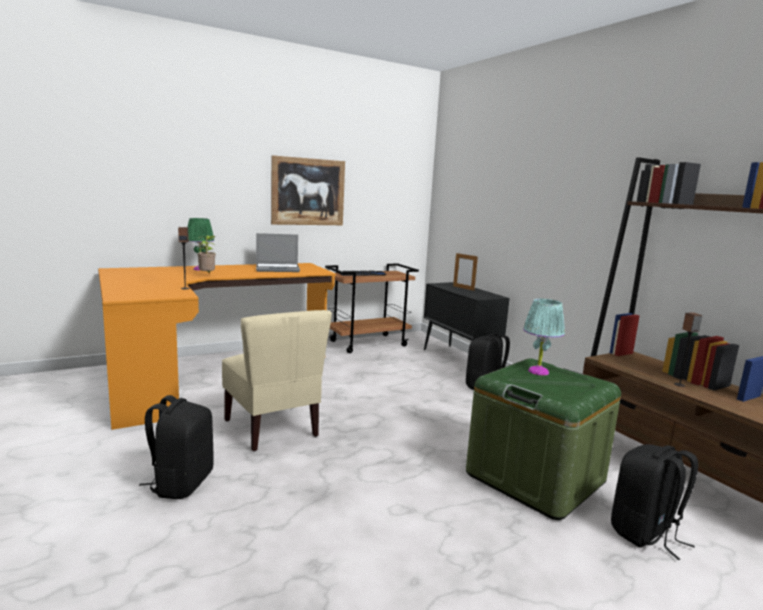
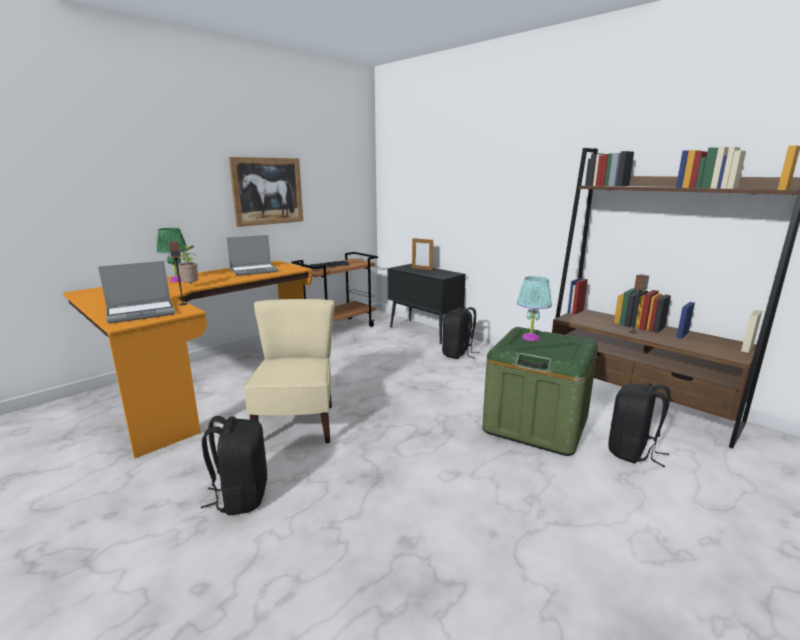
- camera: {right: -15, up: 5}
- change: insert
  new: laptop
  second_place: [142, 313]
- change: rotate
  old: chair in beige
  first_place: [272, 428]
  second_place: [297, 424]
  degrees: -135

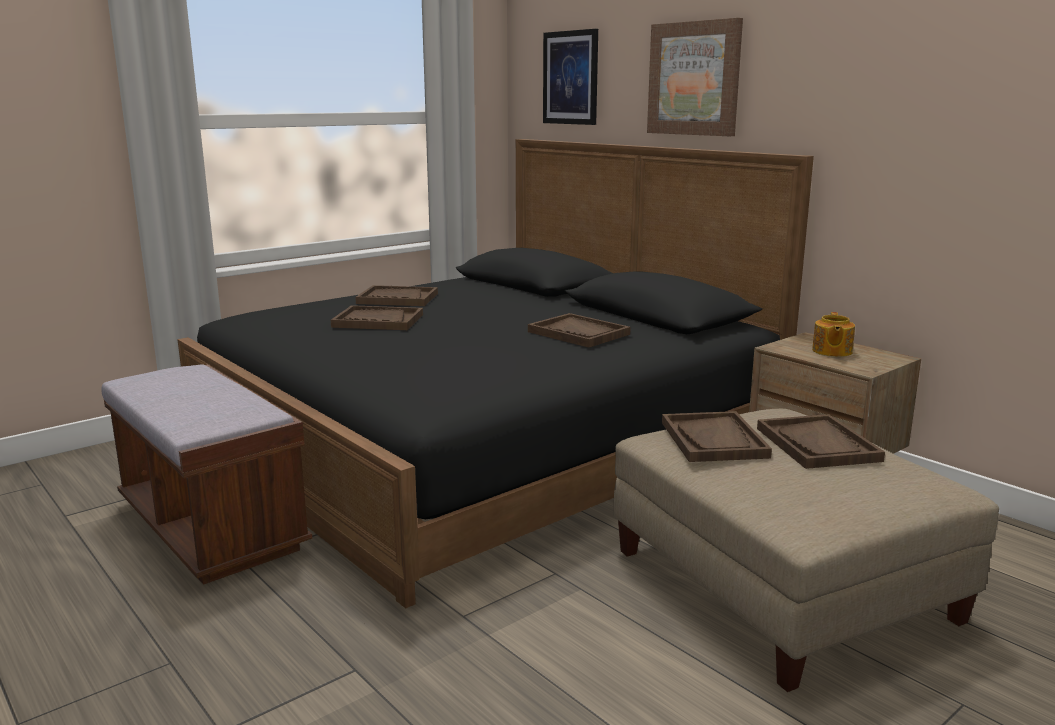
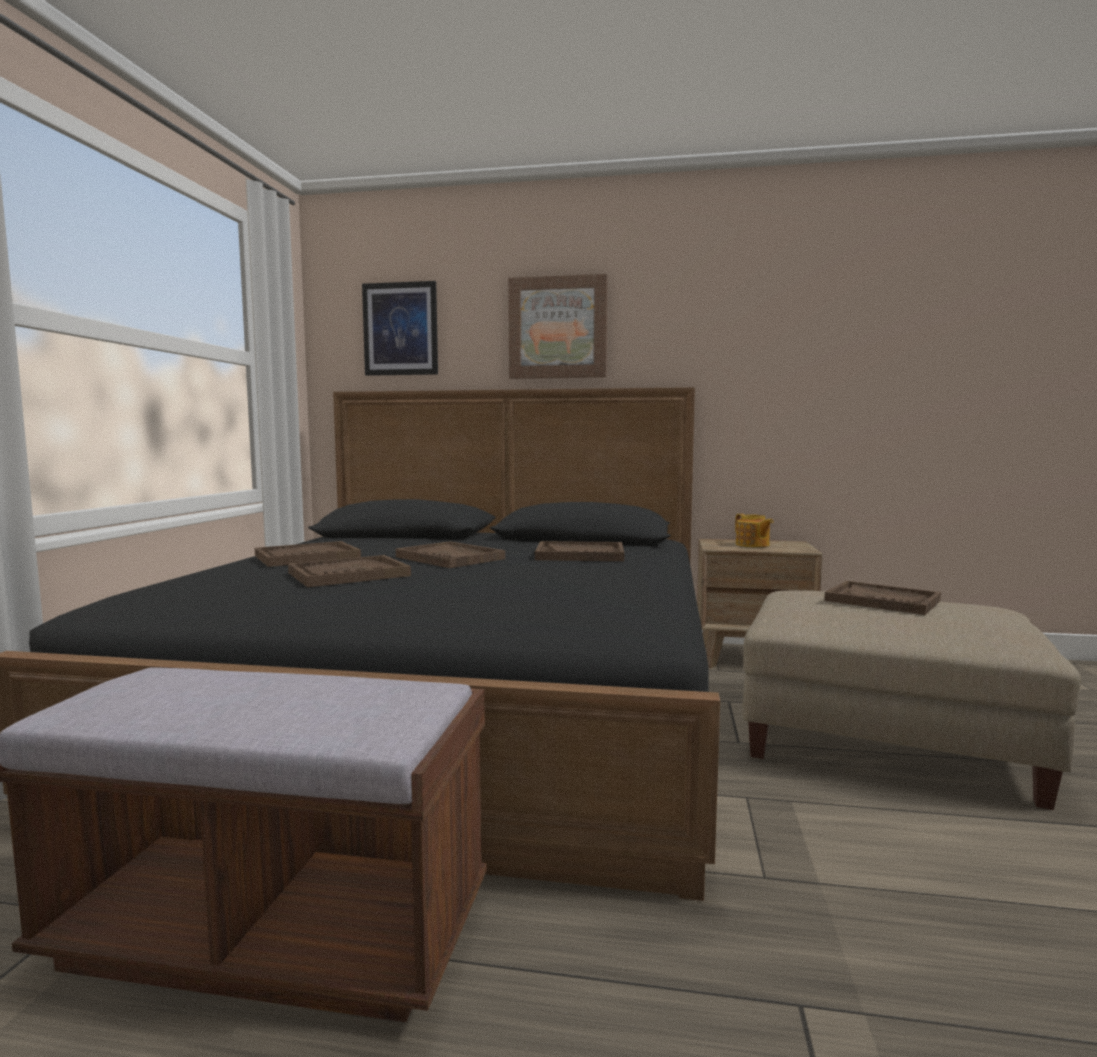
- camera: {right: -40, up: -10}
- change: move
  old: tray in brown
  first_place: [714, 440]
  second_place: [450, 558]

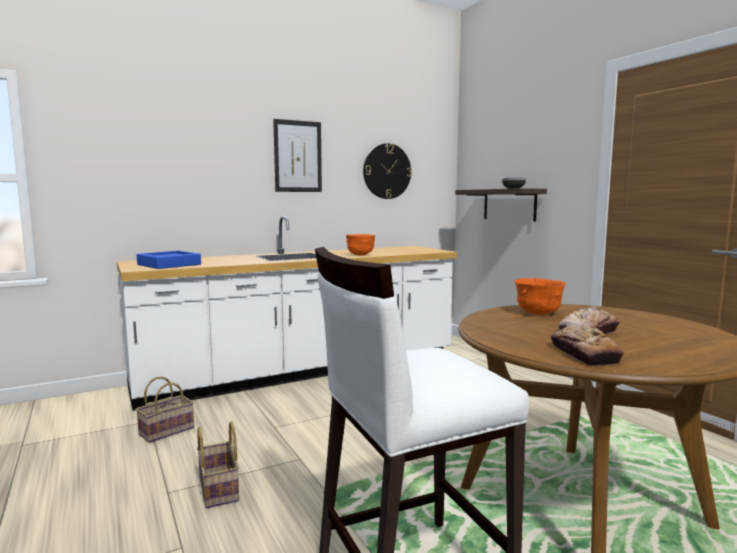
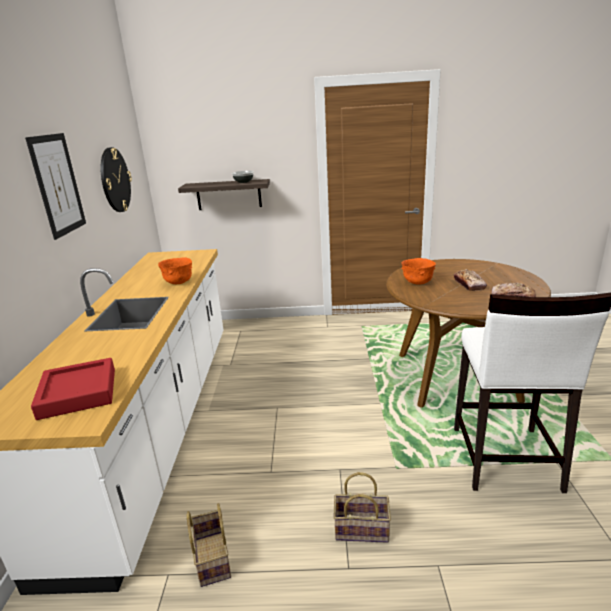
- camera: {right: -60, up: 15}
- change: recolor
  old: tray in blue
  new: tray in red
  first_place: [169, 264]
  second_place: [78, 393]

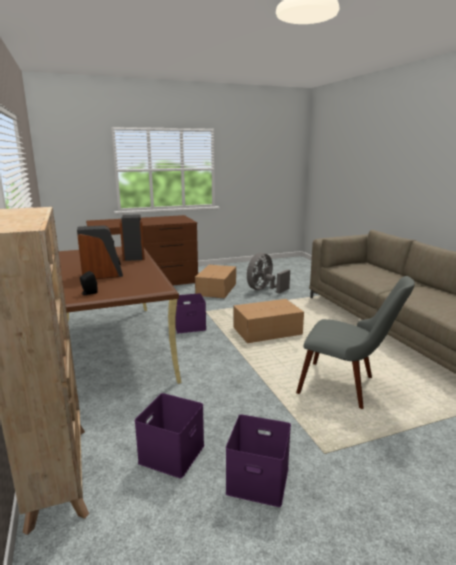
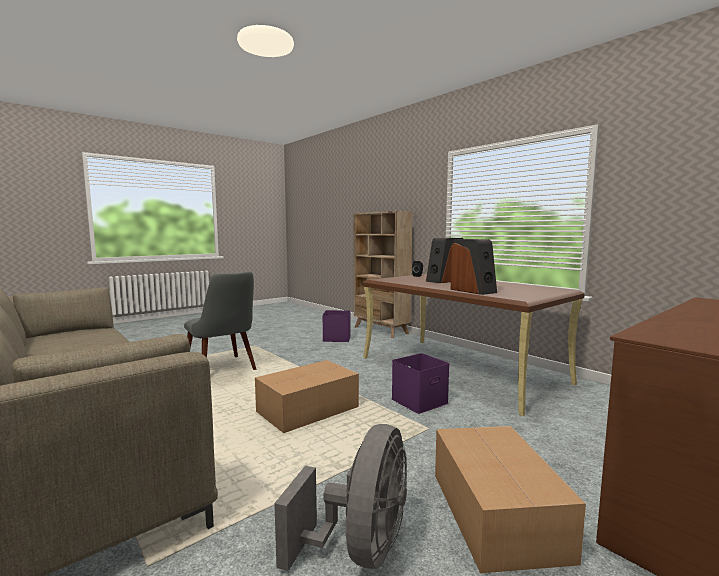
- camera: {right: 160, up: -10}
- change: rotate
  old: chair in grey
  first_place: [347, 387]
  second_place: [224, 371]
  degrees: -135
- change: delete
  old: storage box in purple
  first_place: [256, 480]

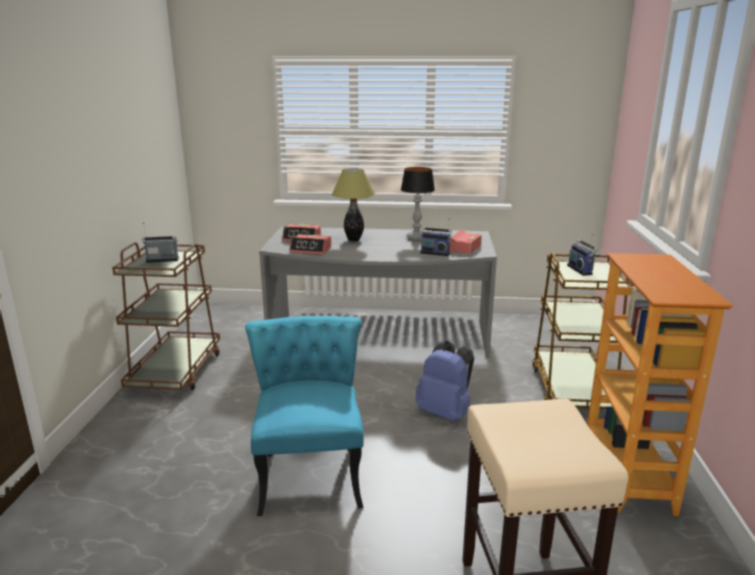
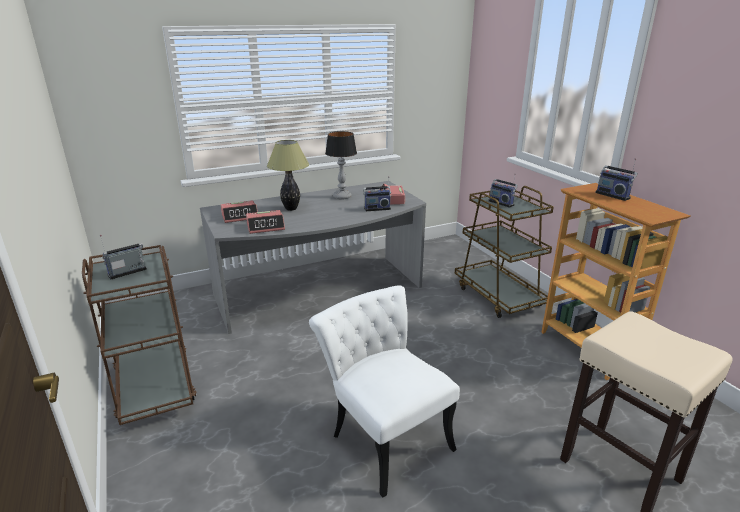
- camera: {right: -30, up: 5}
- change: recolor
  old: chair in turquoise
  new: chair in white
  first_place: [310, 470]
  second_place: [384, 435]
- change: insert
  new: radio
  second_place: [613, 195]
- change: delete
  old: backpack in blue
  first_place: [445, 413]

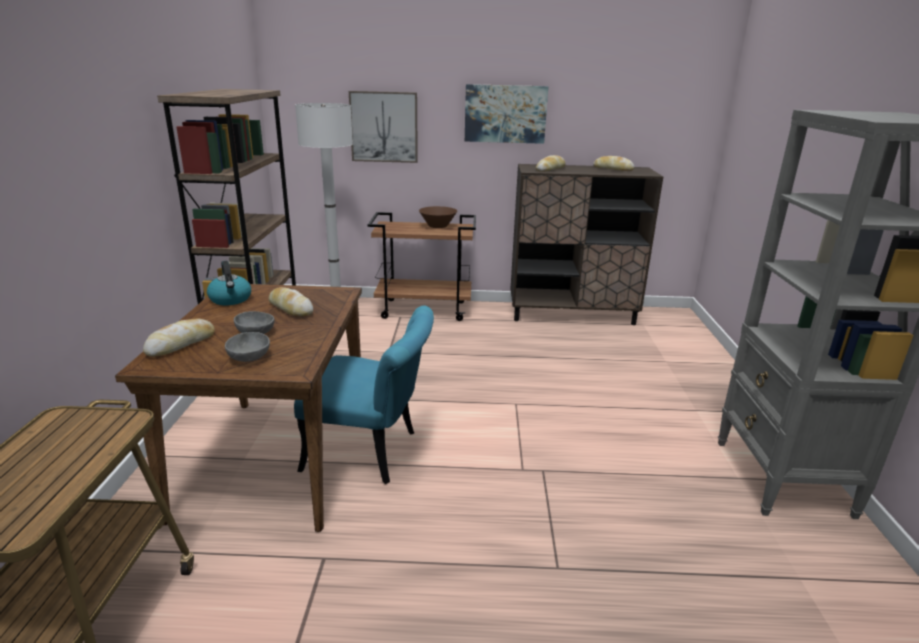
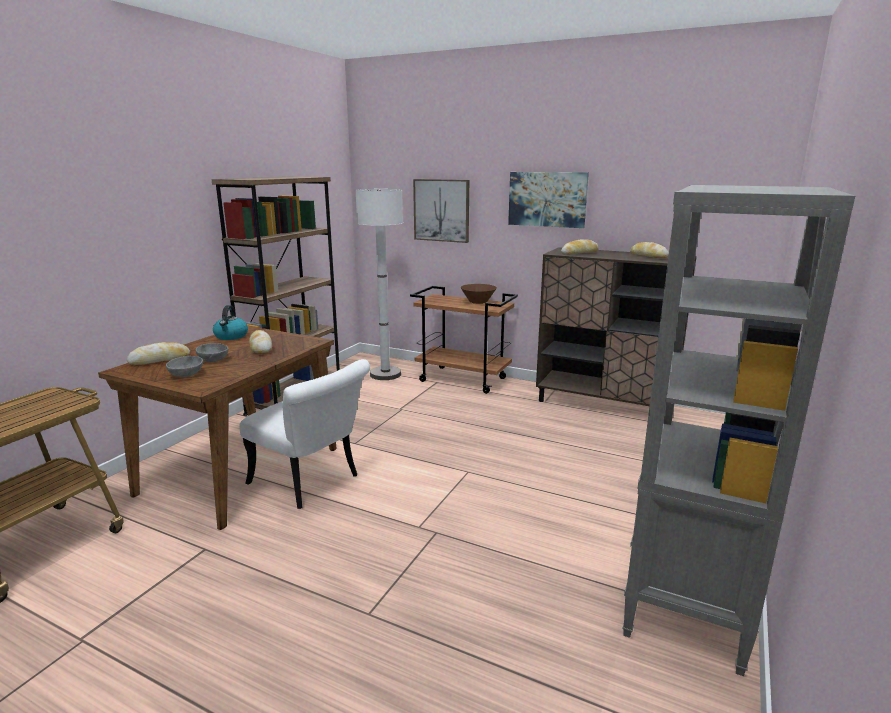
- camera: {right: 25, up: -5}
- change: recolor
  old: chair in turquoise
  new: chair in white
  first_place: [372, 452]
  second_place: [311, 483]

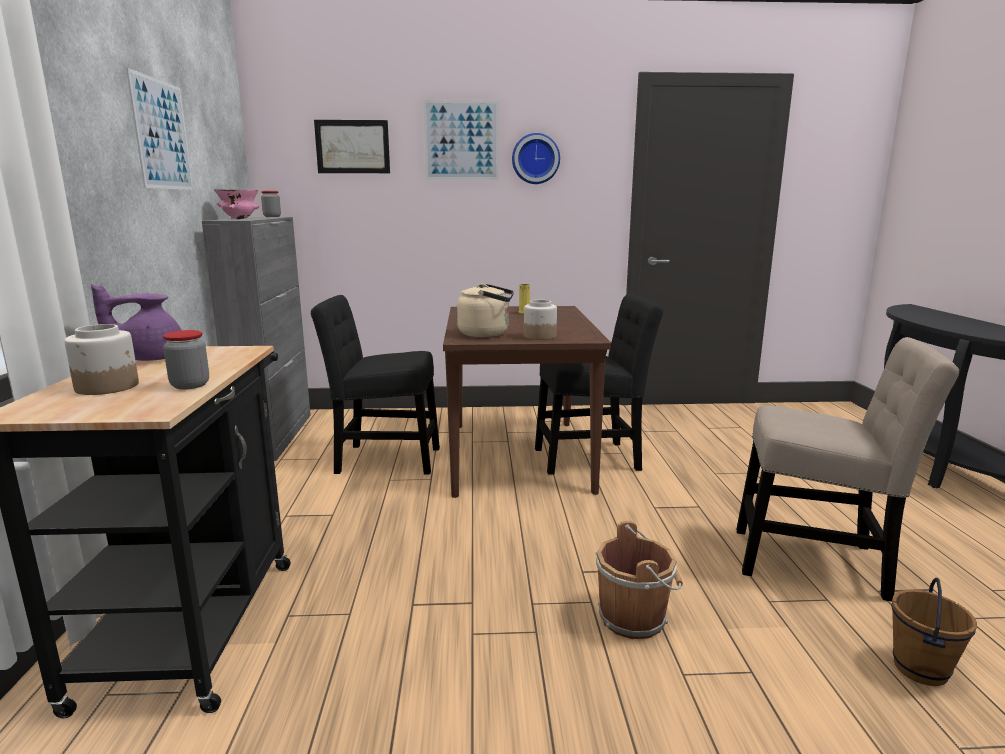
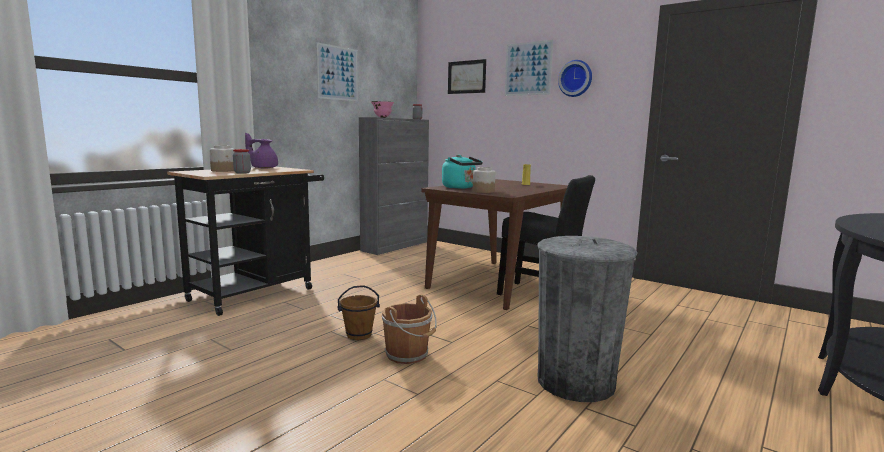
- camera: {right: 40, up: -5}
- change: move
  old: bucket in brown
  first_place: [921, 670]
  second_place: [359, 335]
- change: recolor
  old: kettle in beige
  new: kettle in turquoise
  first_place: [487, 334]
  second_place: [460, 187]
- change: replace
  old: chair in beige
  new: trash can in grey
  first_place: [817, 562]
  second_place: [575, 382]
- change: delete
  old: chair in black
  first_place: [383, 459]

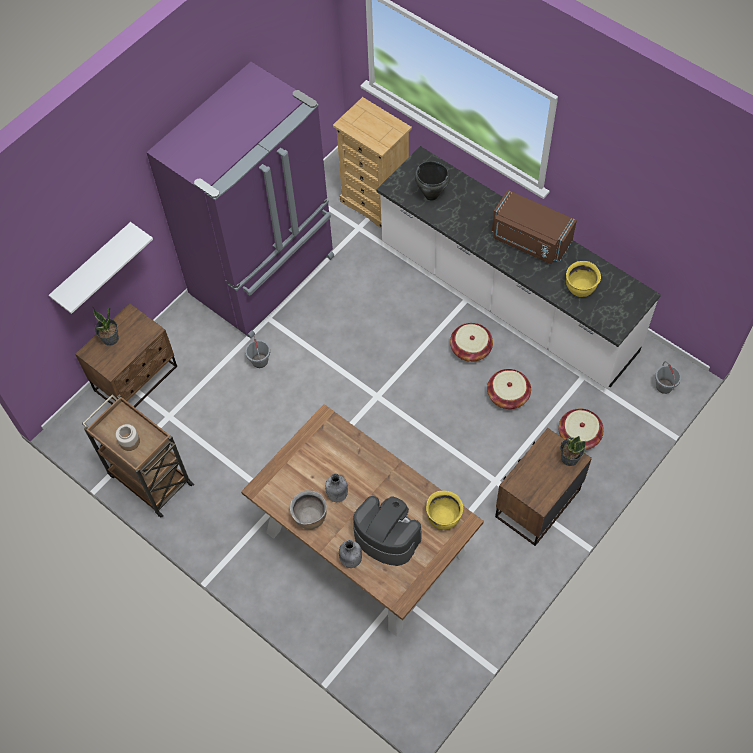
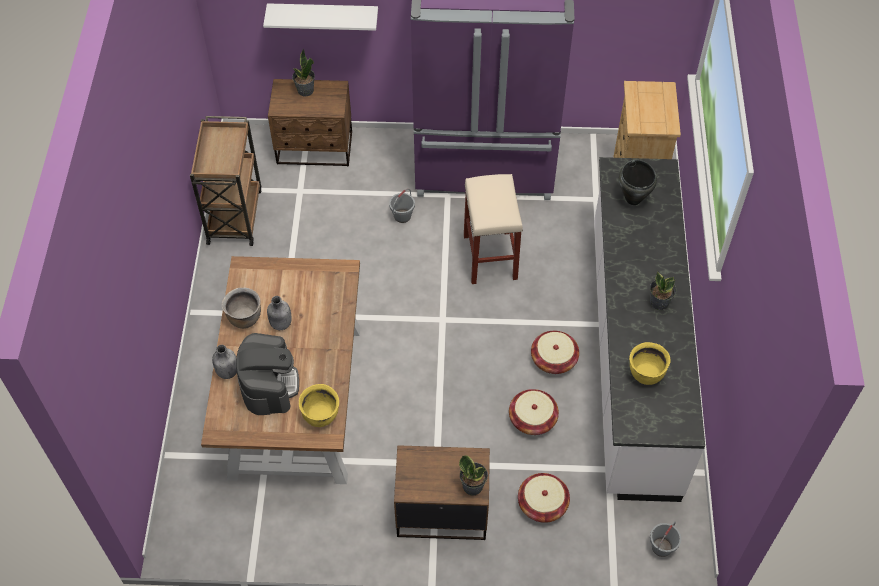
- camera: {right: 50, up: -5}
- change: insert
  new: stool in beige
  second_place: [490, 258]
- change: replace
  old: microwave in brown
  new: potted plant
  first_place: [529, 240]
  second_place: [659, 302]
- change: delete
  old: jar
  first_place: [129, 441]

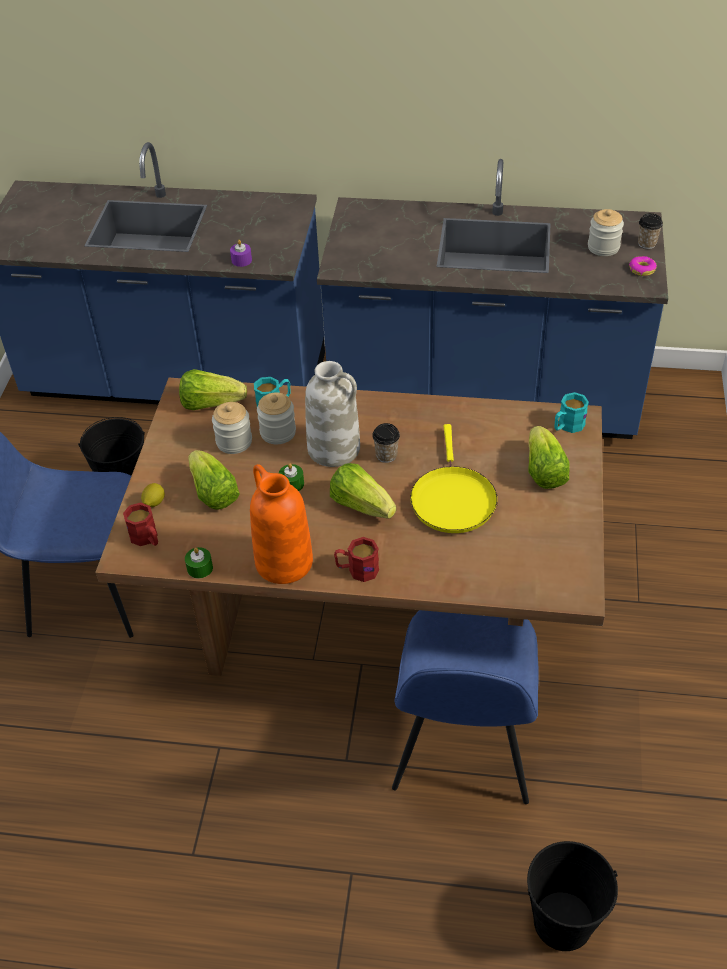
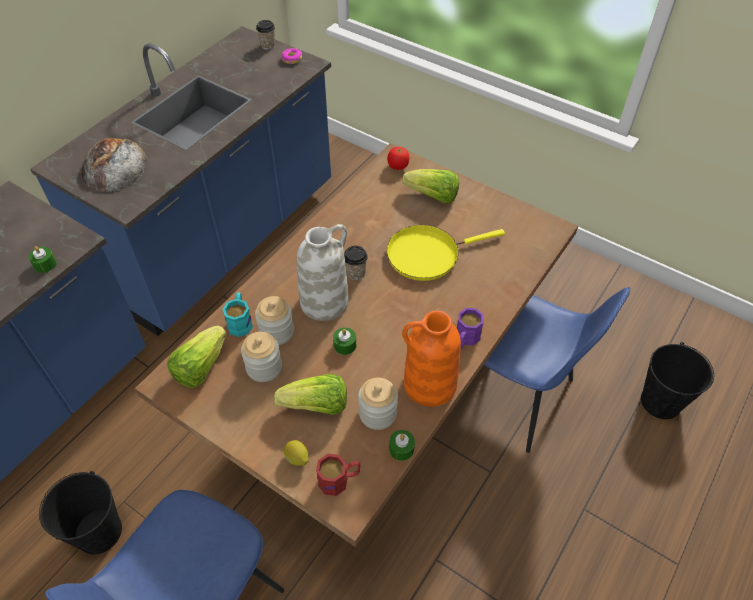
- camera: {right: -65, up: 5}
- change: recolor
  old: candle in purple
  new: candle in green
  first_place: [241, 260]
  second_place: [45, 264]
- change: insert
  new: bread
  second_place: [114, 166]
- change: move
  old: jar
  first_place: [603, 247]
  second_place: [378, 413]
- change: replace
  old: mug in turquoise
  new: tomato
  first_place: [567, 426]
  second_place: [398, 166]
- change: rotate
  old: frying pan in yellow
  first_place: [452, 499]
  second_place: [427, 254]
  degrees: 135
- change: recolor
  old: mug in red
  new: mug in purple
  first_place: [357, 570]
  second_place: [465, 339]
- change: delete
  old: lettuce
  first_place: [361, 505]

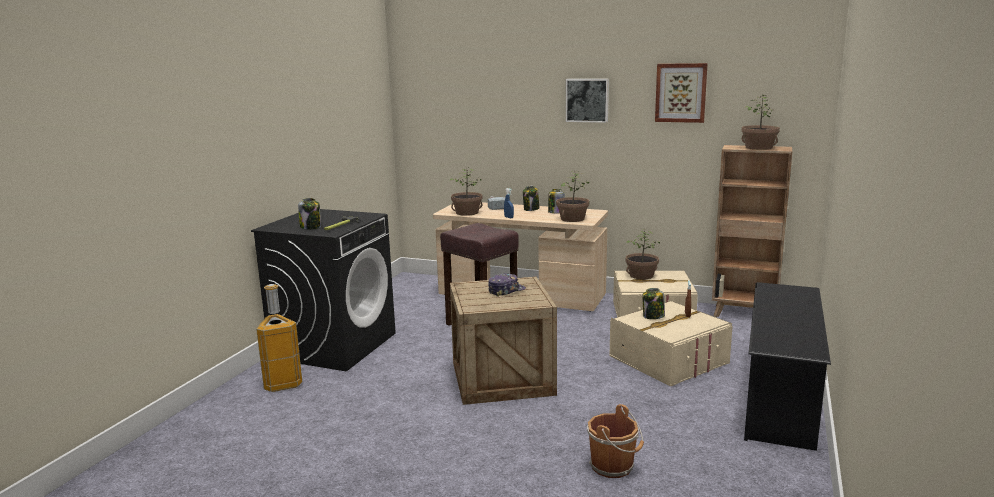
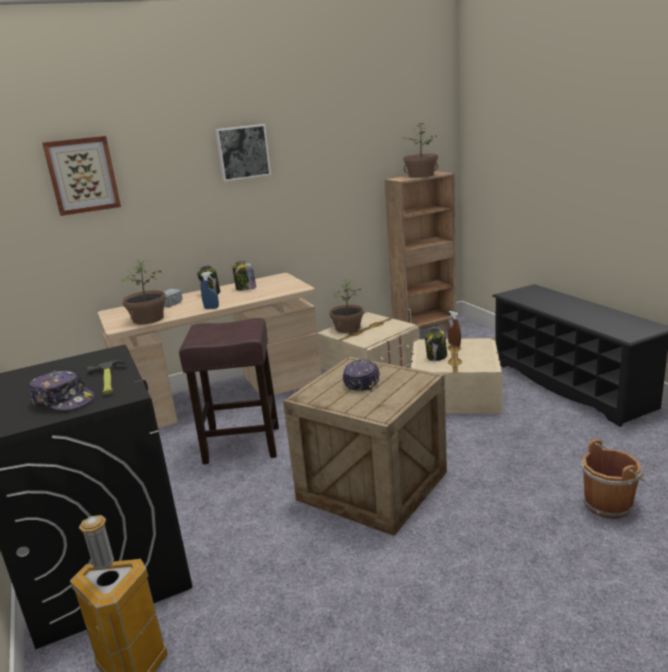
- camera: {right: -45, up: 5}
- change: replace
  old: jar
  new: cap
  first_place: [311, 227]
  second_place: [63, 400]
- change: move
  old: picture
  first_place: [681, 92]
  second_place: [82, 175]
- change: delete
  old: potted plant
  first_place: [572, 219]

